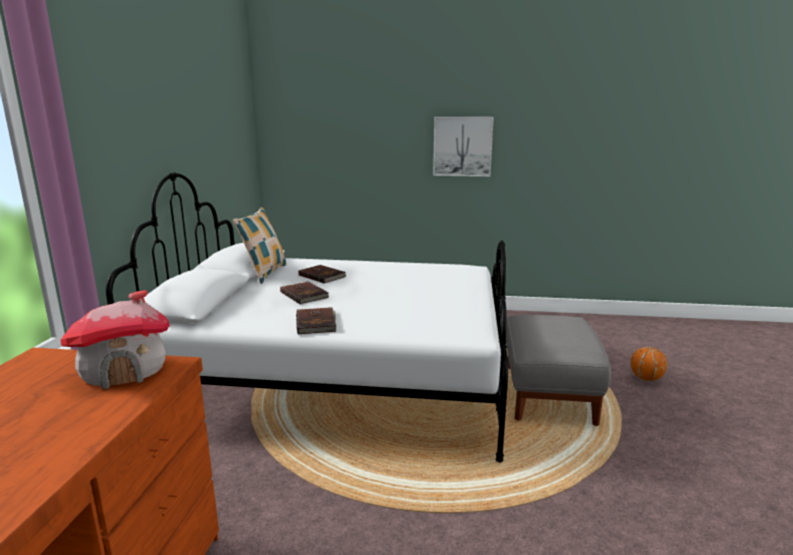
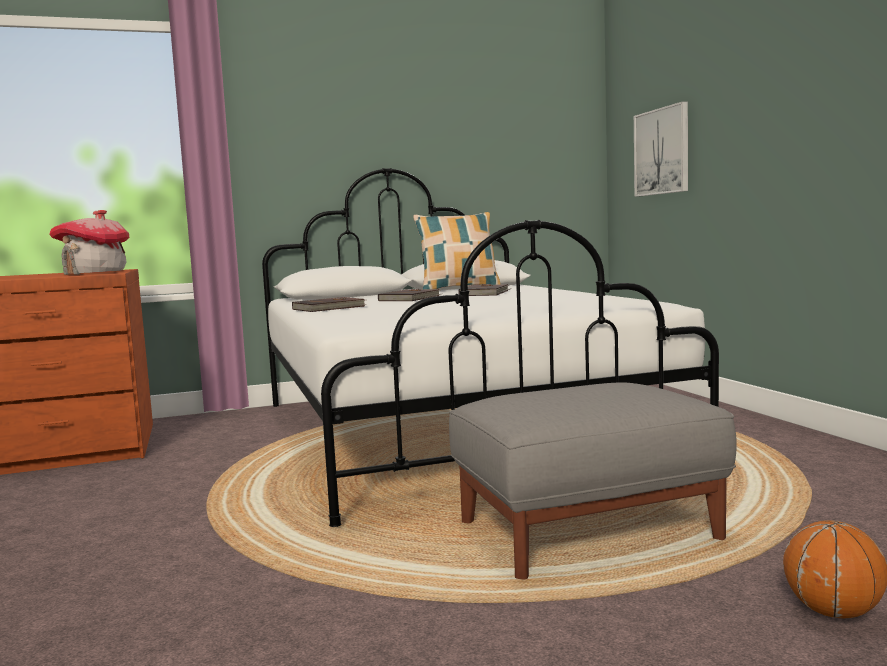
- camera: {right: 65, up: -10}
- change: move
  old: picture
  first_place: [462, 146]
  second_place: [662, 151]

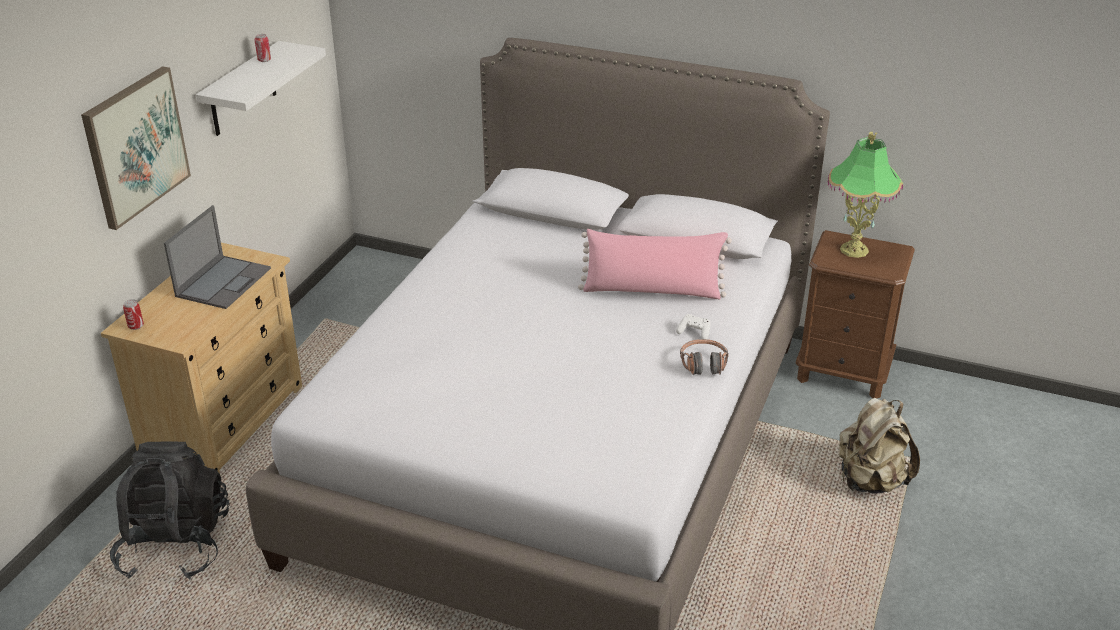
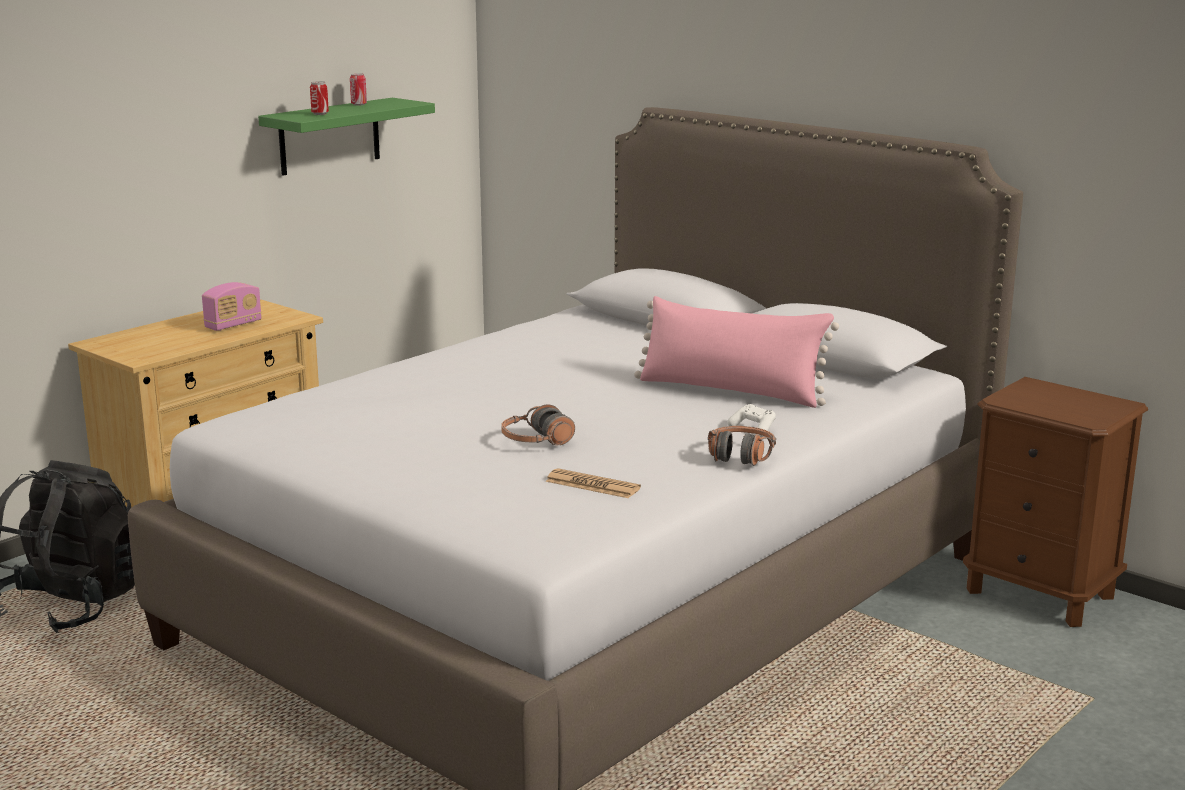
- camera: {right: 20, up: -15}
- change: replace
  old: laptop
  new: radio
  first_place: [224, 282]
  second_place: [233, 325]
- change: recolor
  old: shelf in white
  new: shelf in green
  first_place: [242, 90]
  second_place: [329, 136]
- change: move
  old: can
  first_place: [136, 326]
  second_place: [320, 114]
- change: insert
  new: headphones
  second_place: [536, 441]
- change: insert
  new: newspaper
  second_place: [592, 485]
- change: delete
  old: picture
  first_place: [135, 146]
- change: delete
  old: table lamp
  first_place: [854, 250]
- change: delete
  old: backpack in beige
  first_place: [870, 481]

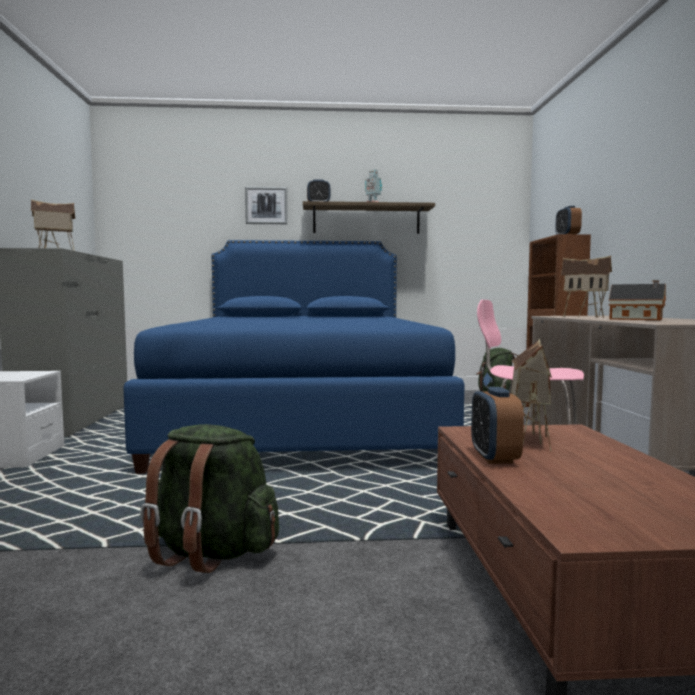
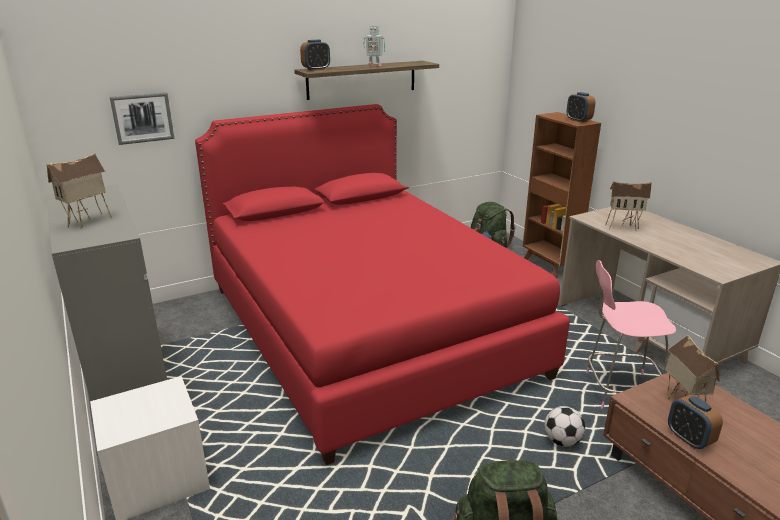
- camera: {right: -25, up: 20}
- change: move
  old: picture
  first_place: [266, 205]
  second_place: [142, 118]
- change: recolor
  old: bed in blue
  new: bed in red
  first_place: [303, 420]
  second_place: [366, 329]
- change: insert
  new: football
  second_place: [562, 441]
- change: delete
  old: toy house
  first_place: [638, 319]

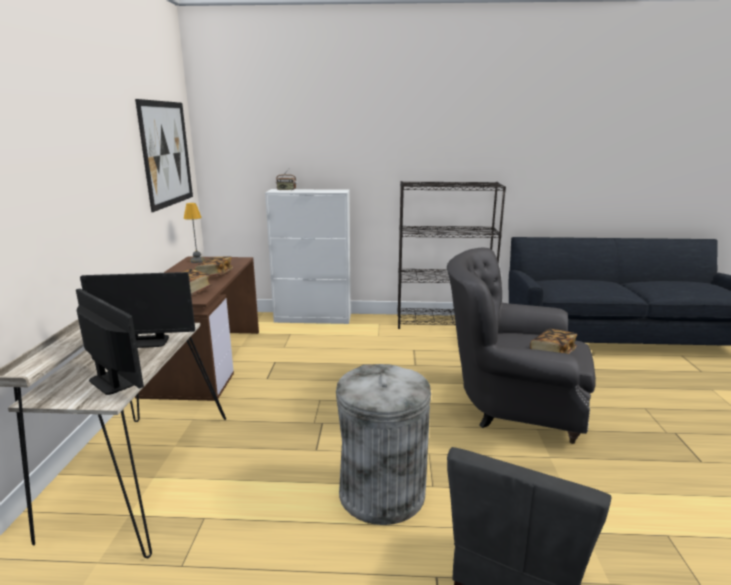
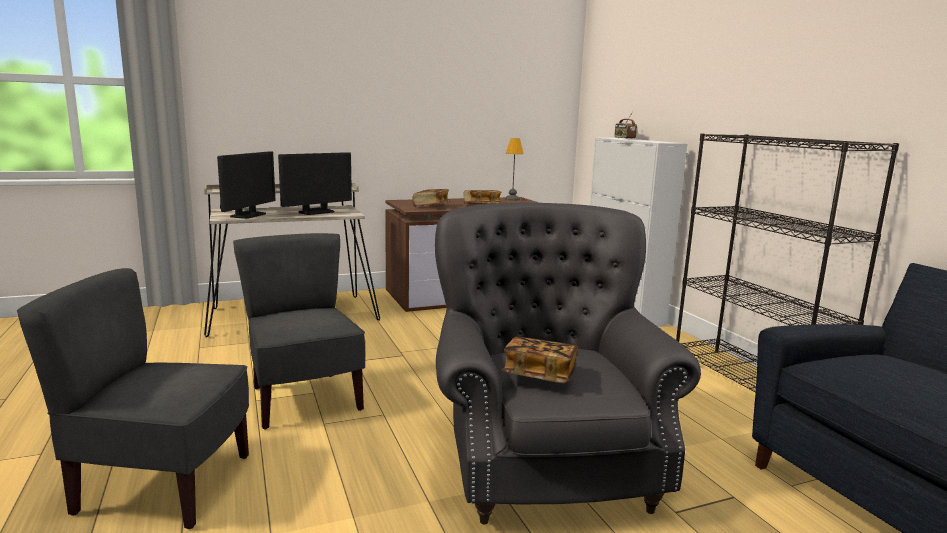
- camera: {right: 65, up: -5}
- change: replace
  old: trash can in grey
  new: chair in grey
  first_place: [381, 492]
  second_place: [304, 399]
- change: rotate
  old: monitor
  first_place: [147, 342]
  second_place: [316, 212]
  degrees: -105
- change: delete
  old: picture
  first_place: [166, 154]

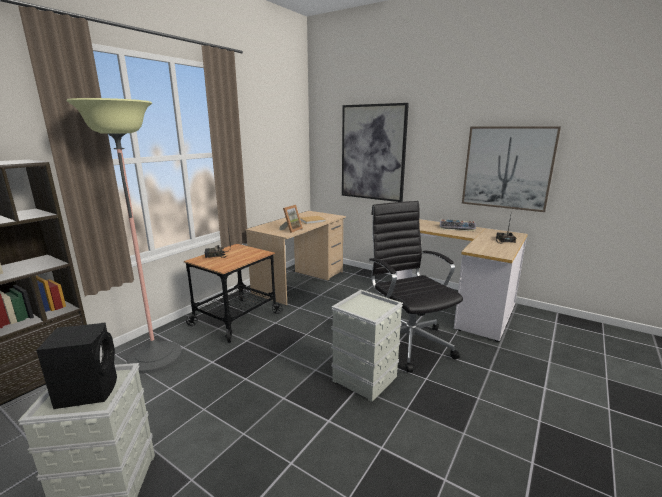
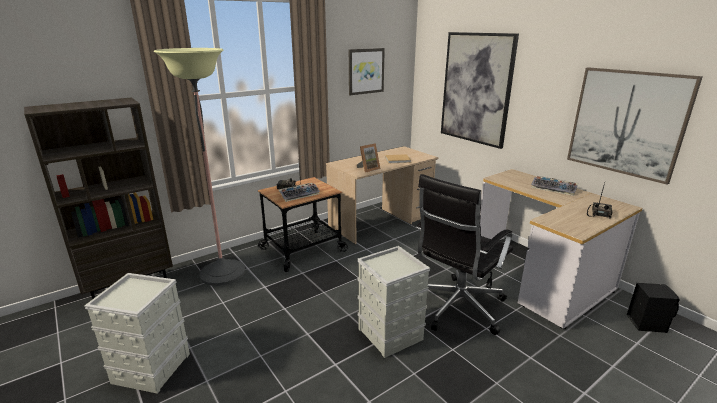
- camera: {right: 20, up: 5}
- change: insert
  new: keyboard
  second_place: [299, 195]
- change: insert
  new: picture
  second_place: [365, 71]
- change: rotate
  old: office chair in black
  first_place: [408, 342]
  second_place: [457, 307]
  degrees: -135
- change: move
  old: speaker in black
  first_place: [89, 390]
  second_place: [646, 323]

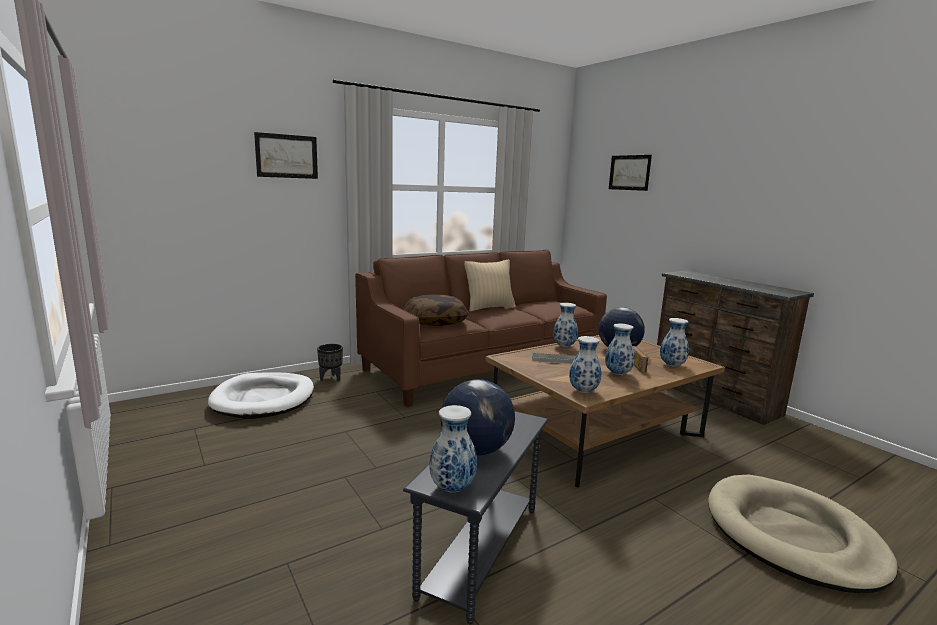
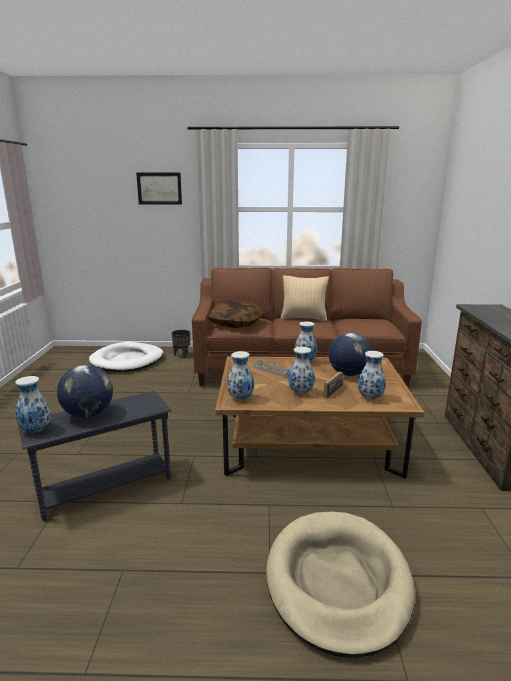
- camera: {right: 35, up: 5}
- change: delete
  old: picture
  first_place: [629, 172]

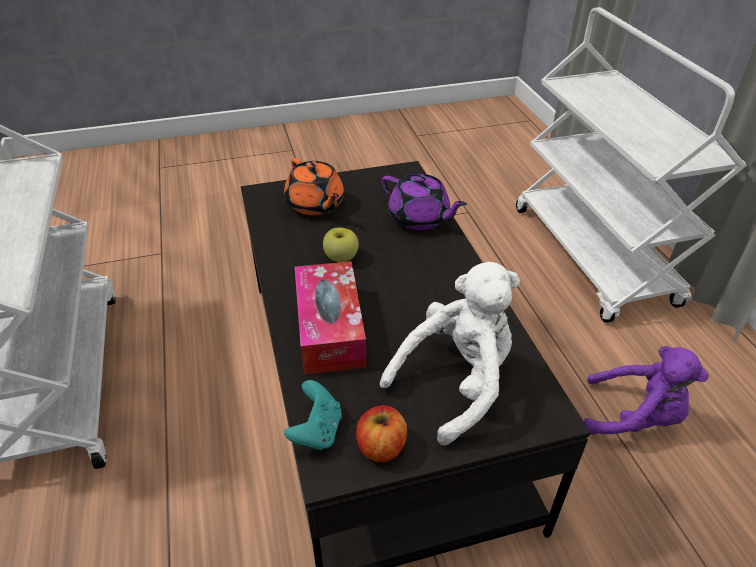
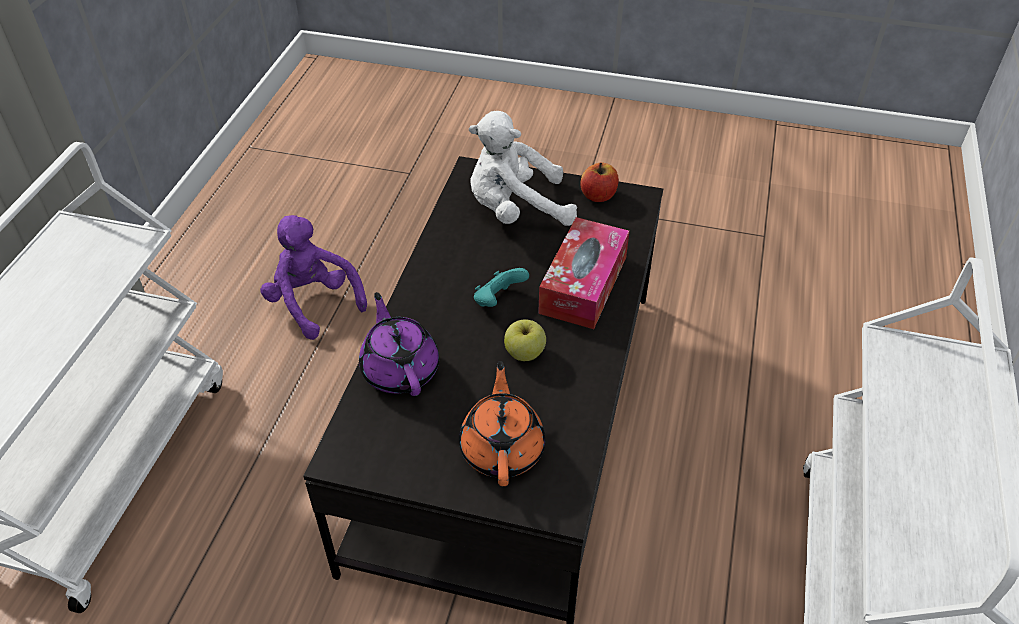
- camera: {right: -150, up: 5}
- change: move
  old: game controller in turquoise
  first_place: [317, 431]
  second_place: [498, 300]

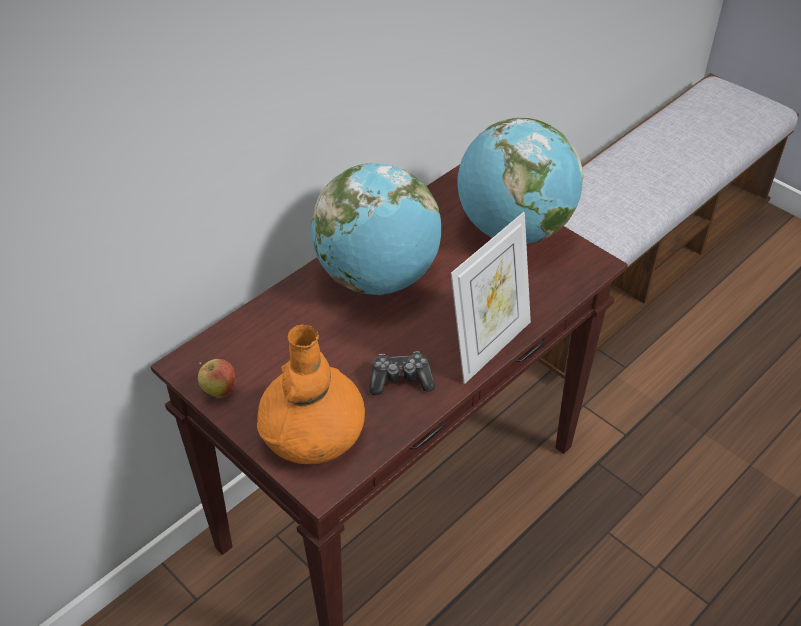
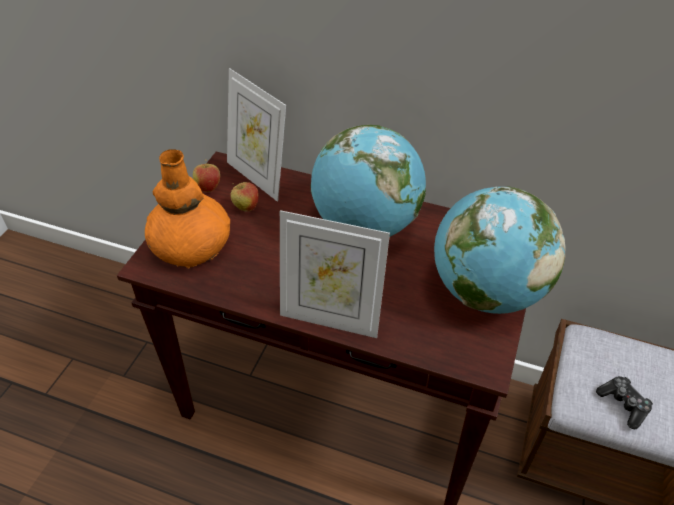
- camera: {right: 65, up: 0}
- change: insert
  new: picture frame
  second_place: [258, 177]
- change: insert
  new: apple
  second_place: [246, 207]
- change: move
  old: game controller
  first_place: [400, 380]
  second_place: [623, 404]

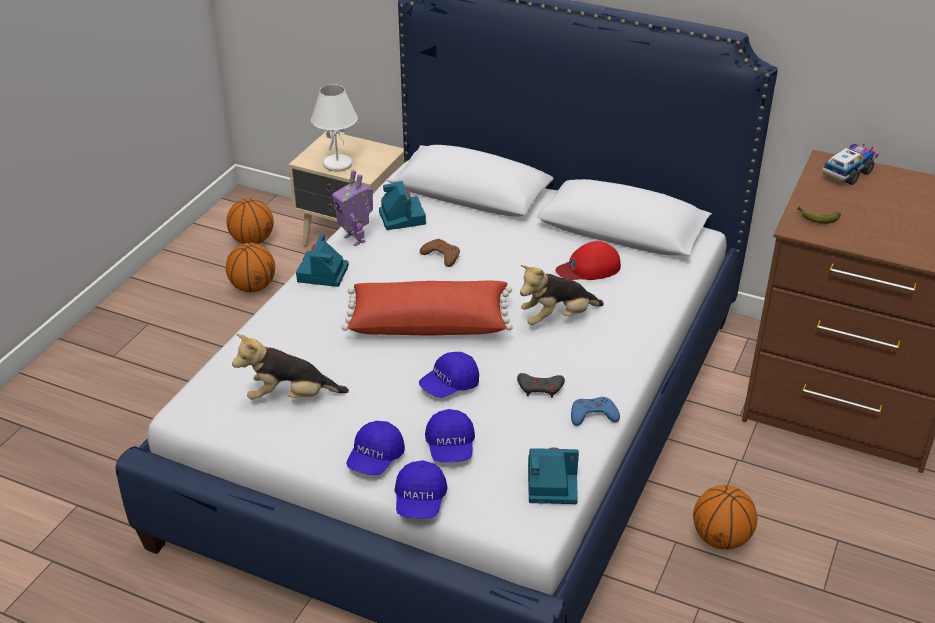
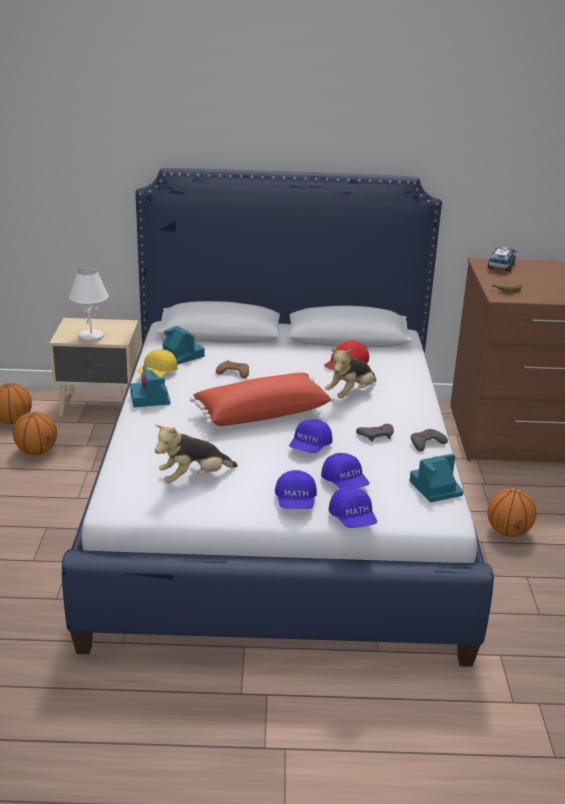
- camera: {right: -25, up: -10}
- change: replace
  old: toy robot
  new: cap in yellow
  first_place: [356, 239]
  second_place: [157, 373]
- change: recolor
  old: game controller in blue
  new: game controller in grey
  first_place: [593, 415]
  second_place: [426, 443]

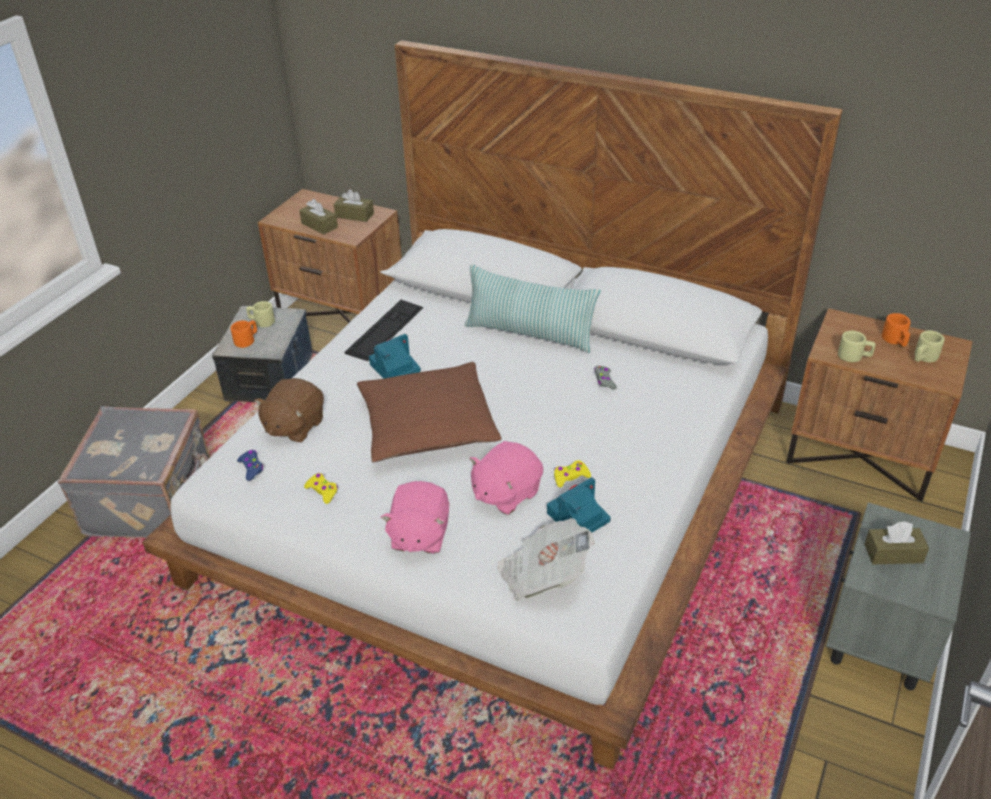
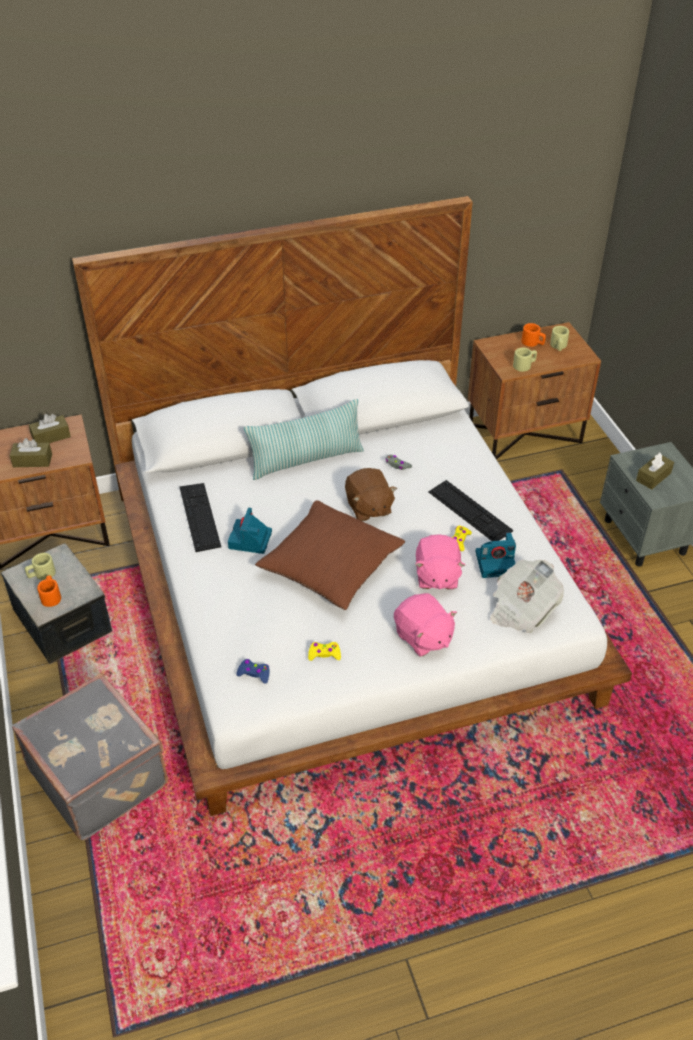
- camera: {right: -45, up: 5}
- change: move
  old: plush toy in brown
  first_place: [294, 426]
  second_place: [368, 508]
- change: insert
  new: keyboard
  second_place: [469, 511]
- change: rotate
  old: photo camera
  first_place: [577, 518]
  second_place: [496, 562]
  degrees: -105

